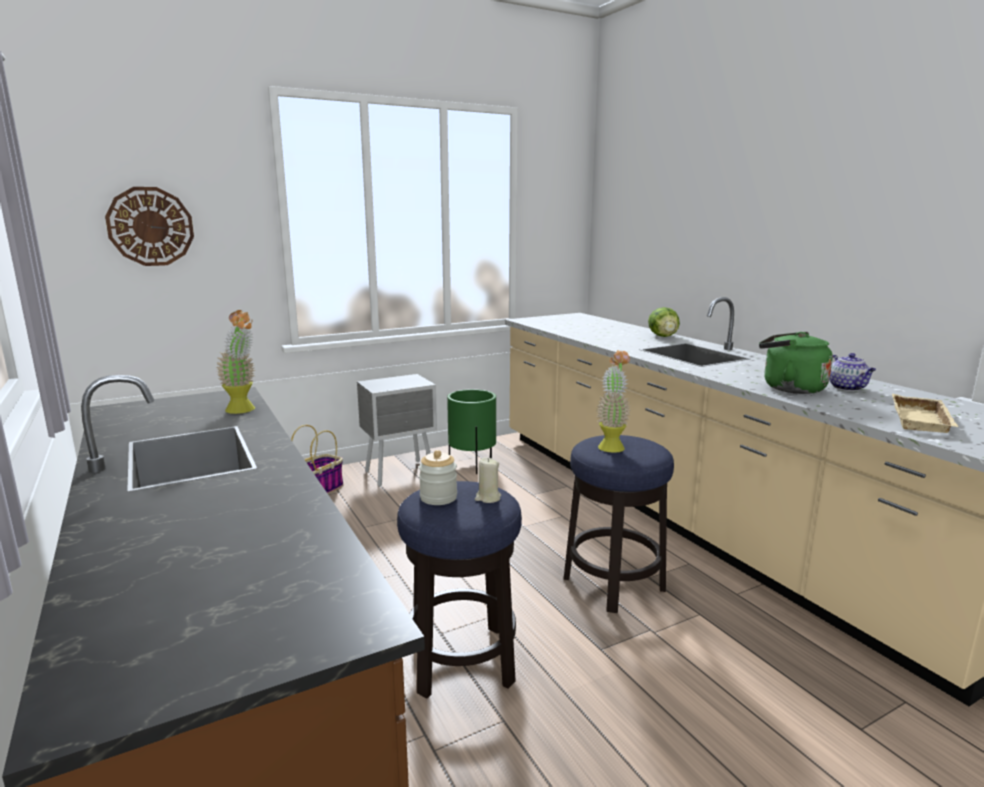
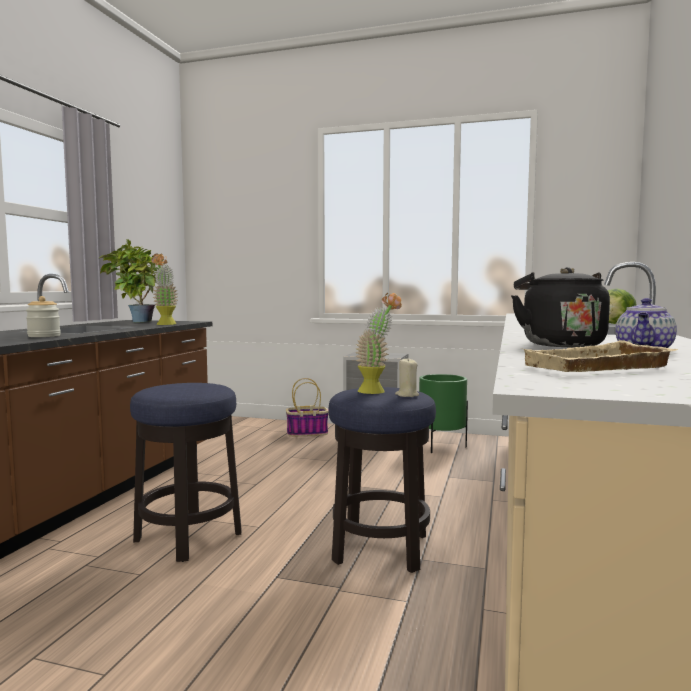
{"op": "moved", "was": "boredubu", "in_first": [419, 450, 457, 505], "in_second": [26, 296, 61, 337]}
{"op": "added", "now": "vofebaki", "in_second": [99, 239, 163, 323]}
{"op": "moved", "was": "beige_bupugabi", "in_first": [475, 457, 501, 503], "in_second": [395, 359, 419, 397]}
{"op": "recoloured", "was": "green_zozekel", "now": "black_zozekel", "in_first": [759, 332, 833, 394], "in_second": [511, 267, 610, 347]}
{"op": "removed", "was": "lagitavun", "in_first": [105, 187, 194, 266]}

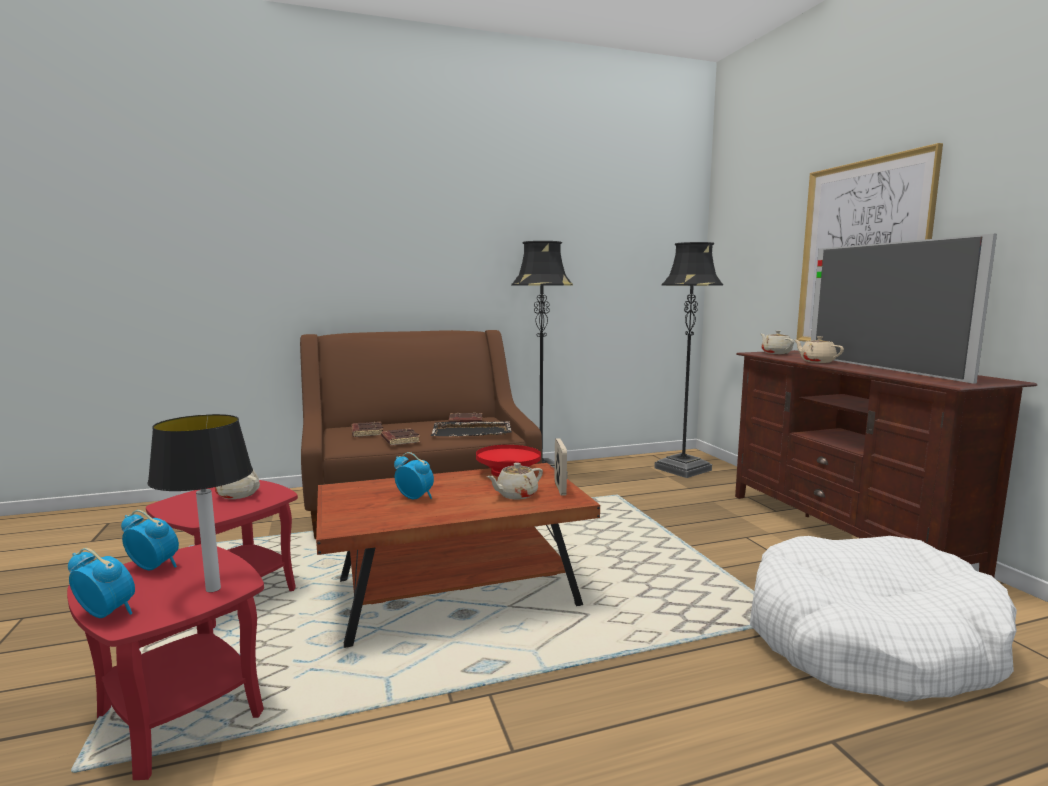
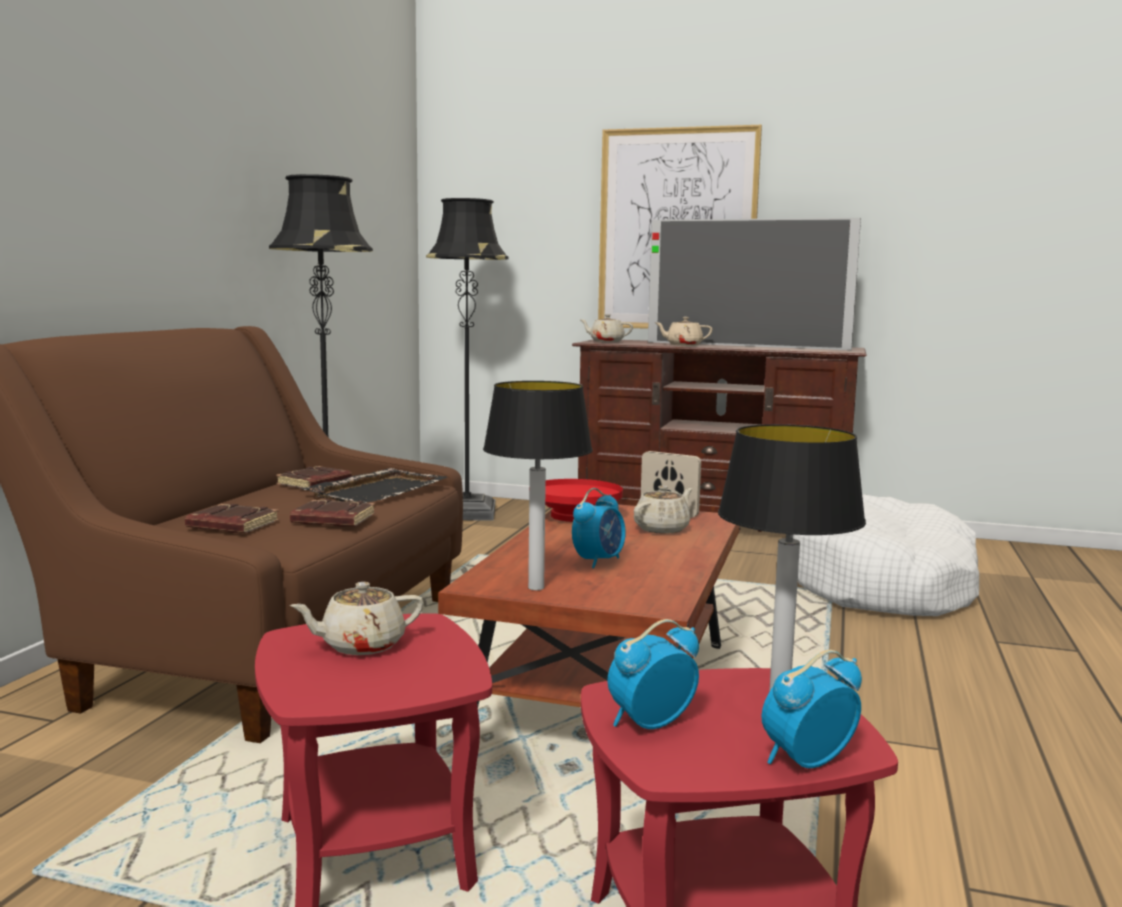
{"op": "added", "now": "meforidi", "in_second": [483, 381, 593, 590]}
{"op": "turned", "was": "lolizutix", "in_first": [394, 452, 434, 499], "in_second": [572, 488, 626, 568], "clockwise": 150}
{"op": "turned", "was": "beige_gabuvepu", "in_first": [487, 463, 543, 499], "in_second": [634, 485, 692, 534], "clockwise": -135}

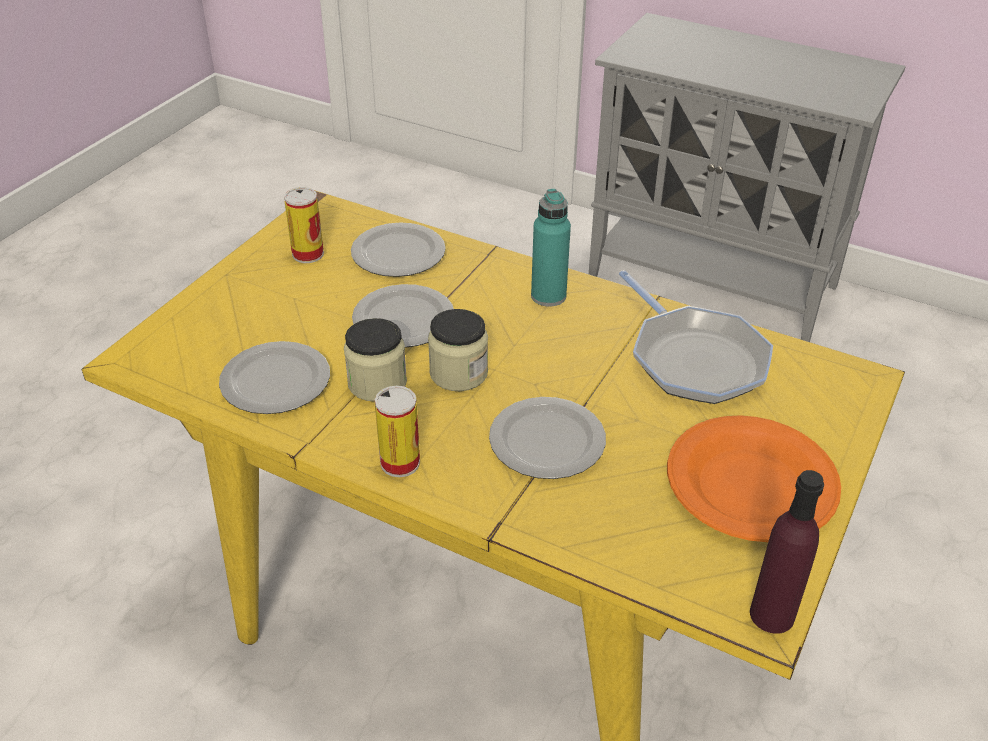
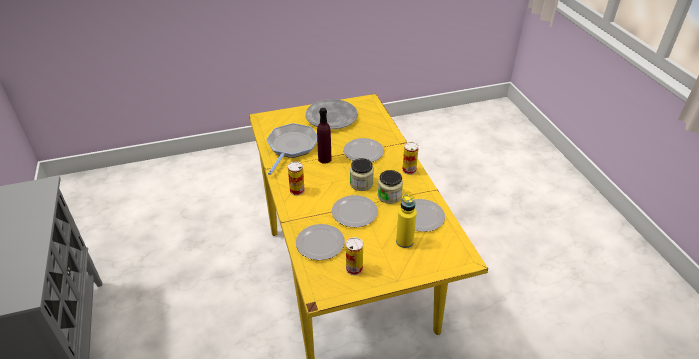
{"op": "replaced", "was": "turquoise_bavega", "now": "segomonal", "in_first": [531, 189, 571, 307], "in_second": [288, 161, 305, 196]}
{"op": "recoloured", "was": "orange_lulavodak", "now": "grey_lulavodak", "in_first": [667, 415, 841, 542], "in_second": [305, 99, 358, 129]}
{"op": "moved", "was": "purple_bavega", "in_first": [750, 470, 824, 634], "in_second": [317, 108, 332, 164]}
{"op": "added", "now": "yellow_bavega", "in_second": [396, 194, 417, 248]}

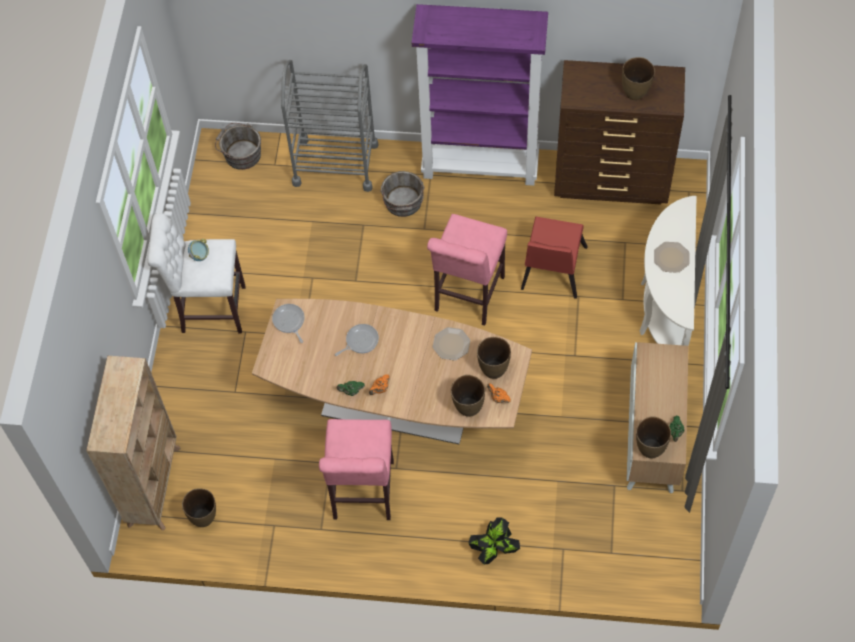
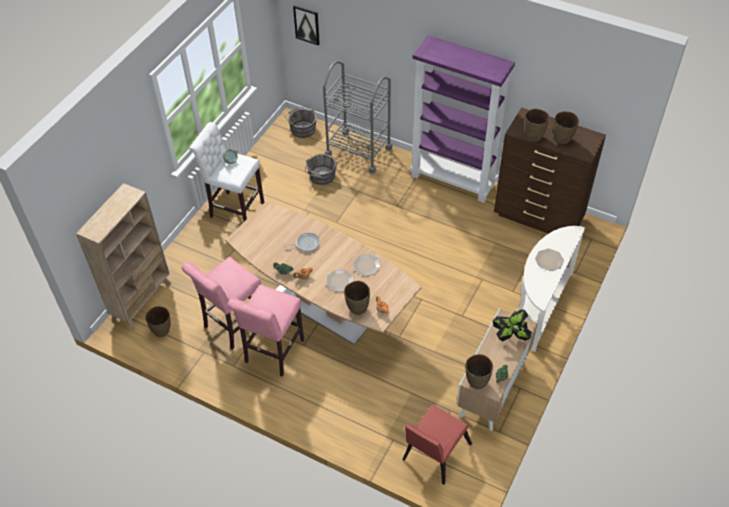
{"op": "moved", "was": "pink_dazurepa", "in_first": [427, 214, 507, 326], "in_second": [182, 257, 261, 349]}
{"op": "added", "now": "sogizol", "in_second": [293, 5, 320, 46]}
{"op": "moved", "was": "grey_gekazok", "in_first": [380, 171, 425, 217], "in_second": [305, 154, 337, 185]}
{"op": "added", "now": "lulavodak", "in_second": [327, 270, 354, 292]}
{"op": "moved", "was": "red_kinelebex", "in_first": [521, 217, 588, 299], "in_second": [402, 404, 472, 485]}
{"op": "moved", "was": "vofebaki", "in_first": [468, 518, 520, 564], "in_second": [493, 310, 532, 341]}
{"op": "moved", "was": "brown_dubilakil", "in_first": [477, 337, 511, 379], "in_second": [524, 108, 549, 142]}
{"op": "removed", "was": "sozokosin", "in_first": [272, 304, 305, 343]}

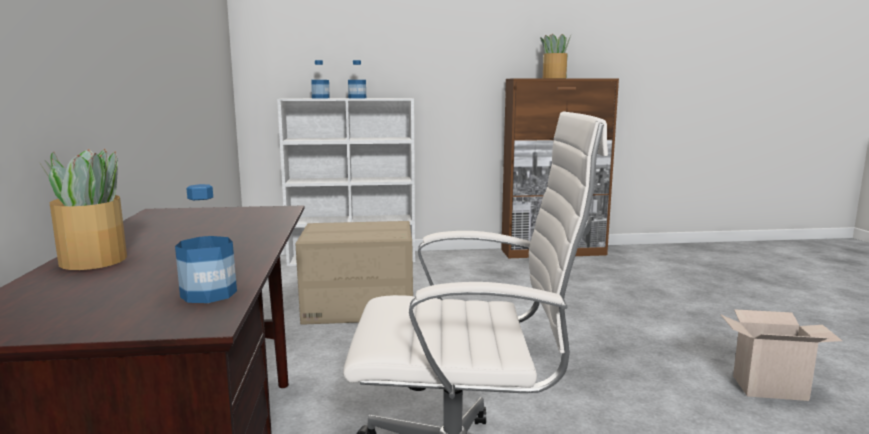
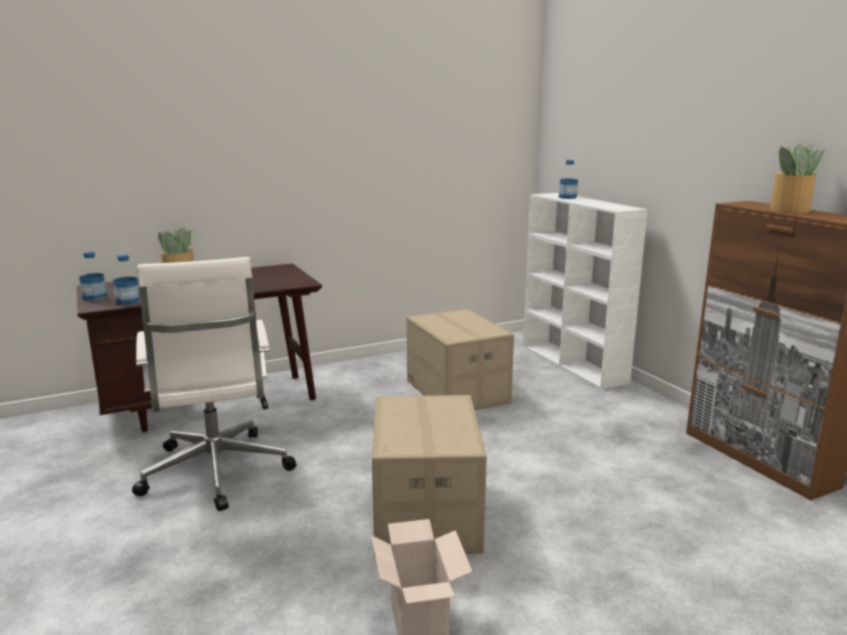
{"op": "moved", "was": "bavega", "in_first": [348, 60, 366, 98], "in_second": [79, 251, 107, 301]}
{"op": "added", "now": "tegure", "in_second": [372, 395, 487, 555]}

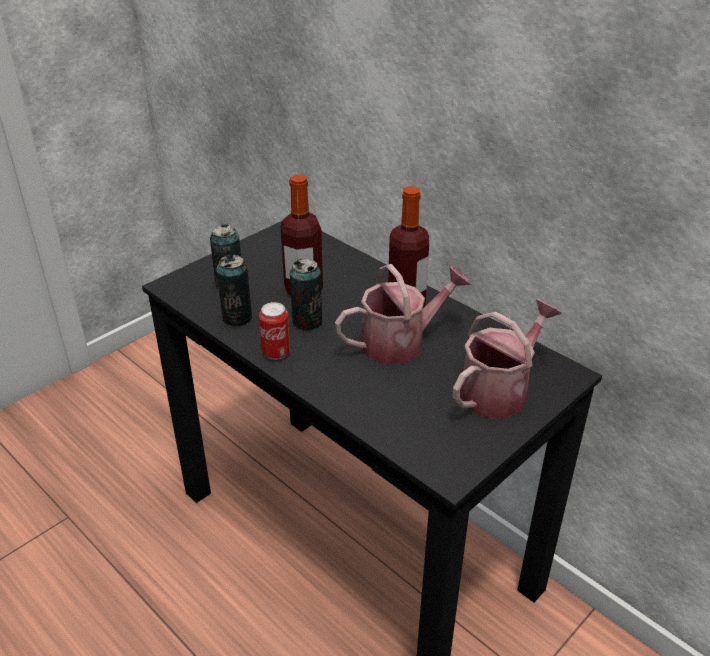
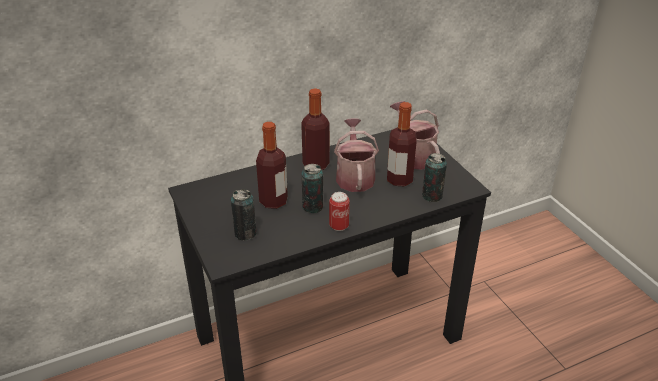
{"op": "added", "now": "bavega", "in_second": [387, 102, 417, 187]}
{"op": "moved", "was": "segomonal", "in_first": [216, 255, 252, 327], "in_second": [422, 153, 447, 202]}

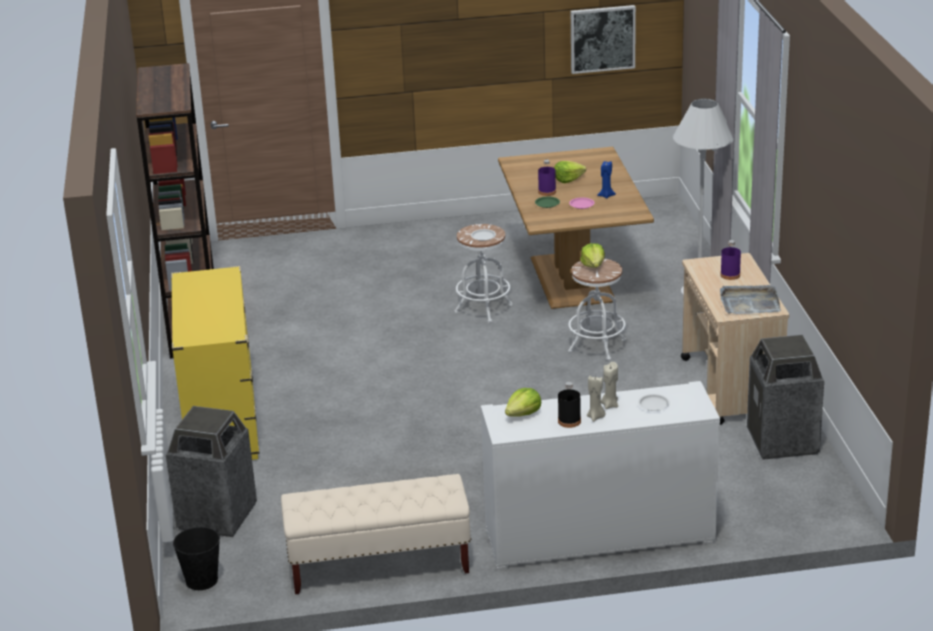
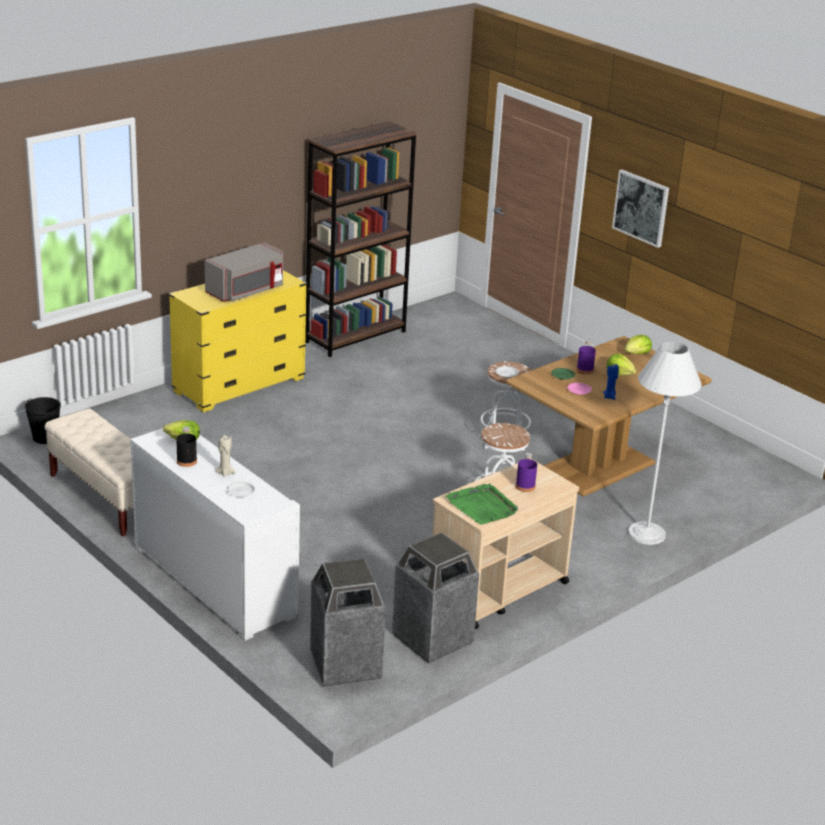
{"op": "added", "now": "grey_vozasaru", "in_second": [205, 242, 283, 302]}
{"op": "moved", "was": "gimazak", "in_first": [166, 406, 257, 537], "in_second": [310, 558, 386, 687]}
{"op": "recoloured", "was": "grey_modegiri", "now": "green_modegiri", "in_first": [720, 285, 781, 314], "in_second": [446, 483, 518, 525]}
{"op": "moved", "was": "sogizol", "in_first": [571, 5, 636, 74], "in_second": [612, 170, 669, 248]}
{"op": "moved", "was": "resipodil", "in_first": [580, 243, 605, 268], "in_second": [624, 335, 652, 354]}
{"op": "removed", "was": "beige_bupugabi", "in_first": [587, 376, 605, 422]}

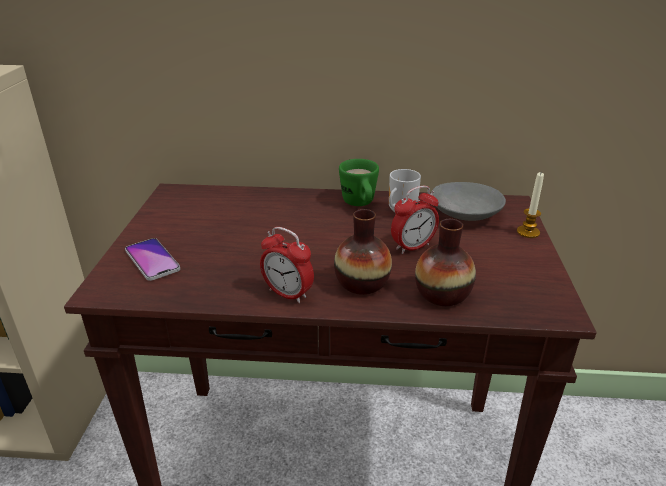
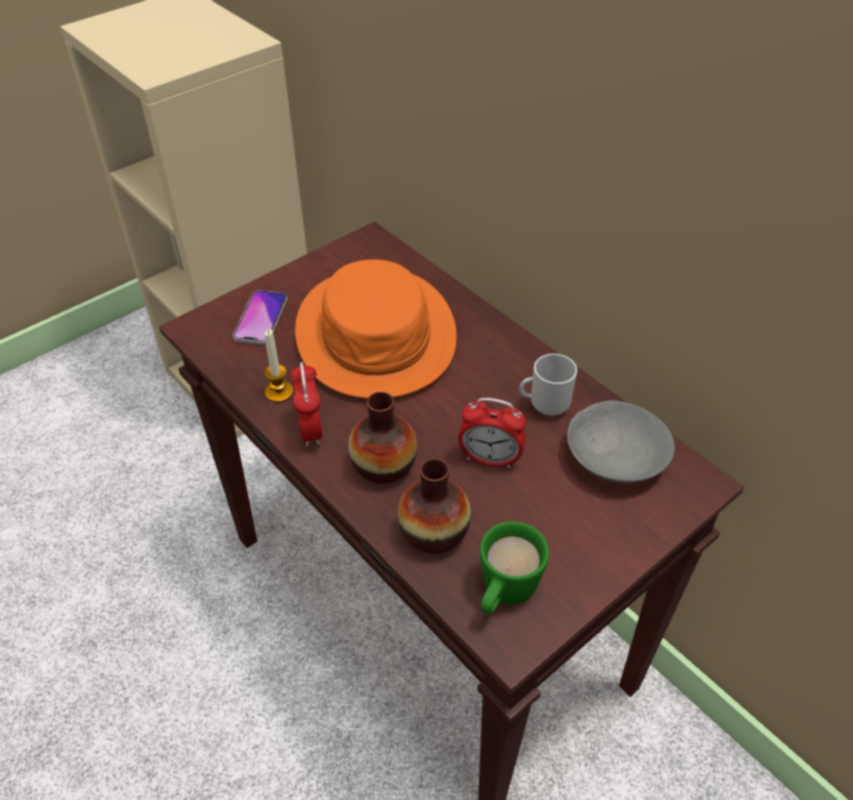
{"op": "moved", "was": "bupugabi", "in_first": [517, 172, 544, 238], "in_second": [264, 329, 293, 402]}
{"op": "added", "now": "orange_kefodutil", "in_second": [295, 259, 457, 399]}
{"op": "moved", "was": "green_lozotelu", "in_first": [339, 159, 379, 206], "in_second": [480, 521, 549, 614]}

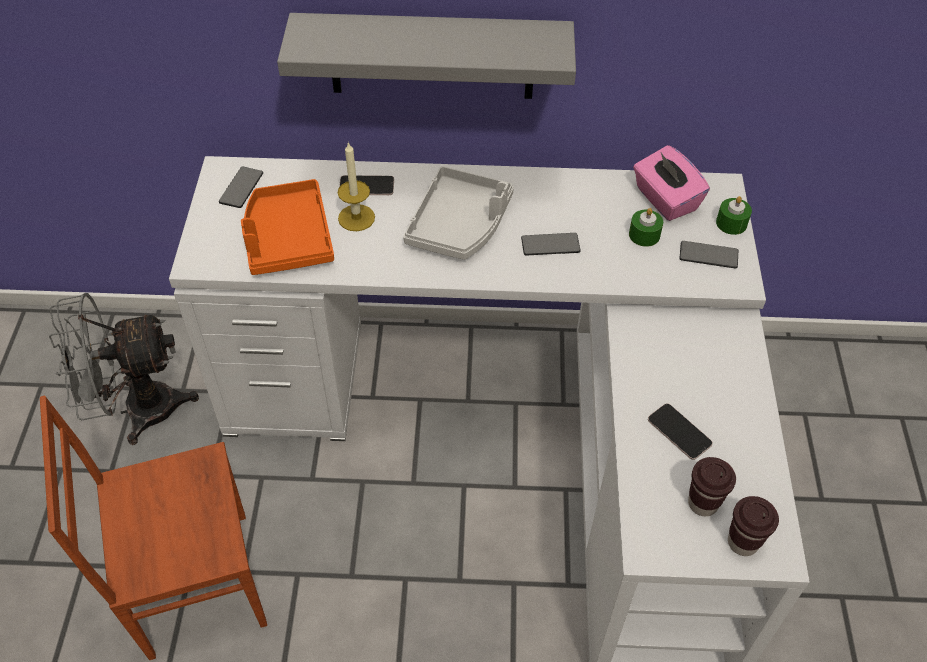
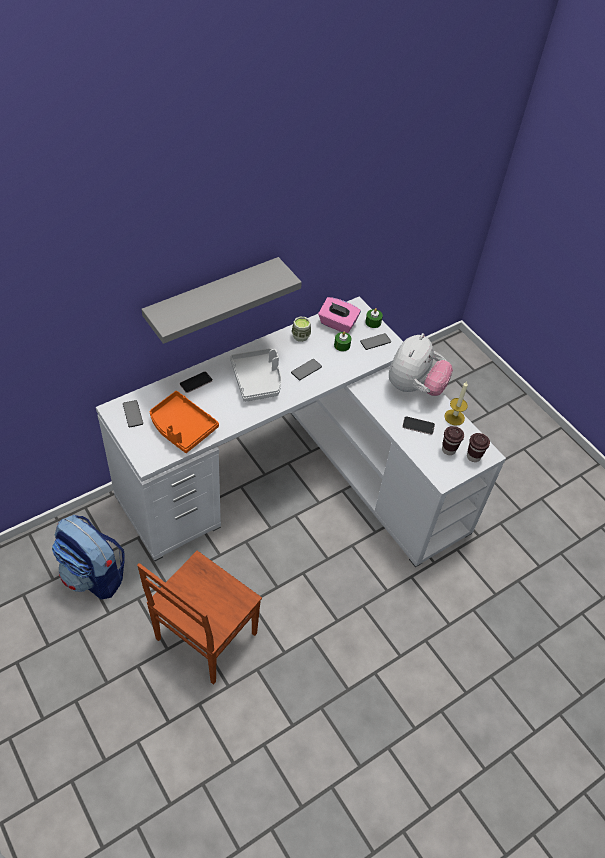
{"op": "replaced", "was": "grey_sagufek", "now": "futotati", "in_first": [49, 293, 199, 445], "in_second": [52, 515, 125, 599]}
{"op": "added", "now": "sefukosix", "in_second": [291, 317, 311, 342]}
{"op": "added", "now": "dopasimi", "in_second": [389, 333, 453, 396]}
{"op": "moved", "was": "bupugabi", "in_first": [338, 142, 375, 231], "in_second": [444, 381, 468, 426]}

